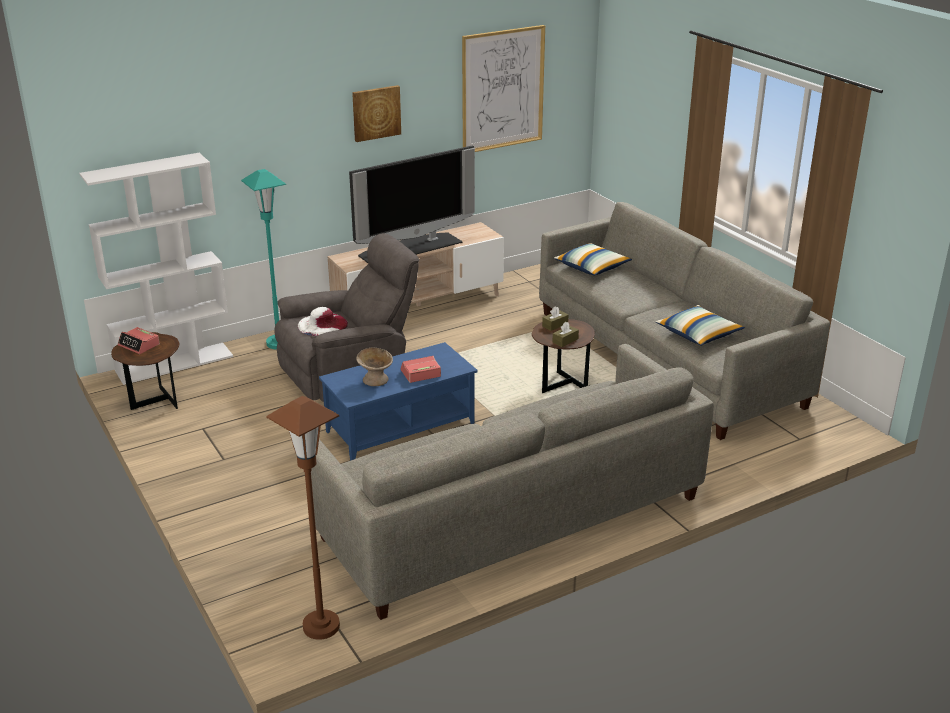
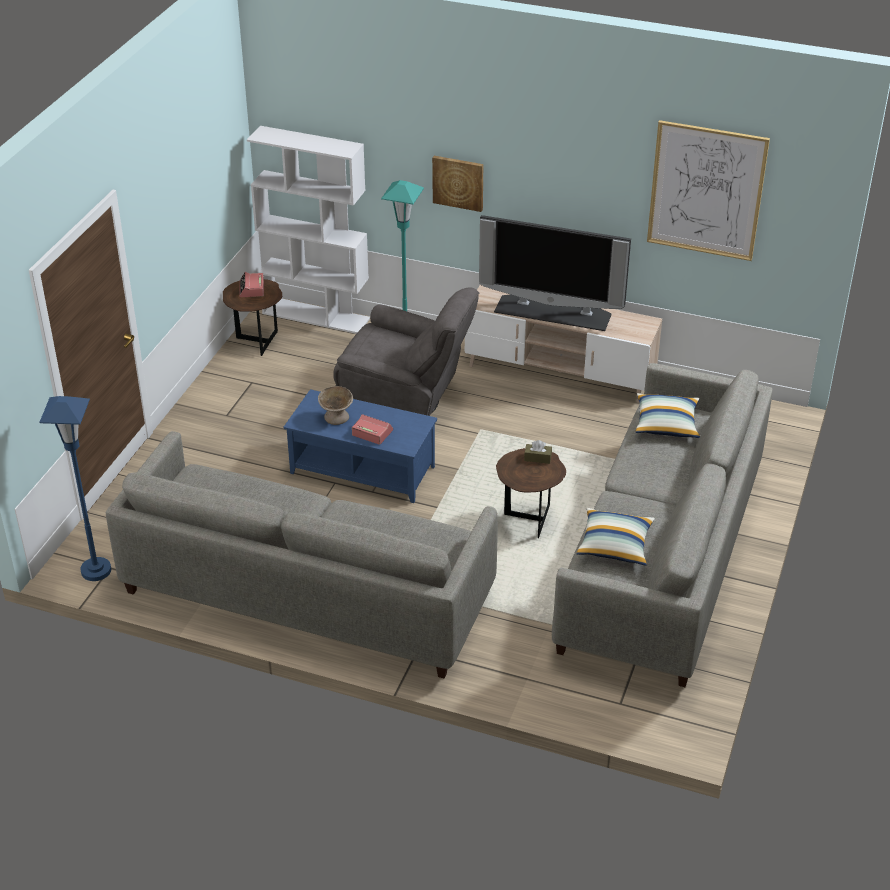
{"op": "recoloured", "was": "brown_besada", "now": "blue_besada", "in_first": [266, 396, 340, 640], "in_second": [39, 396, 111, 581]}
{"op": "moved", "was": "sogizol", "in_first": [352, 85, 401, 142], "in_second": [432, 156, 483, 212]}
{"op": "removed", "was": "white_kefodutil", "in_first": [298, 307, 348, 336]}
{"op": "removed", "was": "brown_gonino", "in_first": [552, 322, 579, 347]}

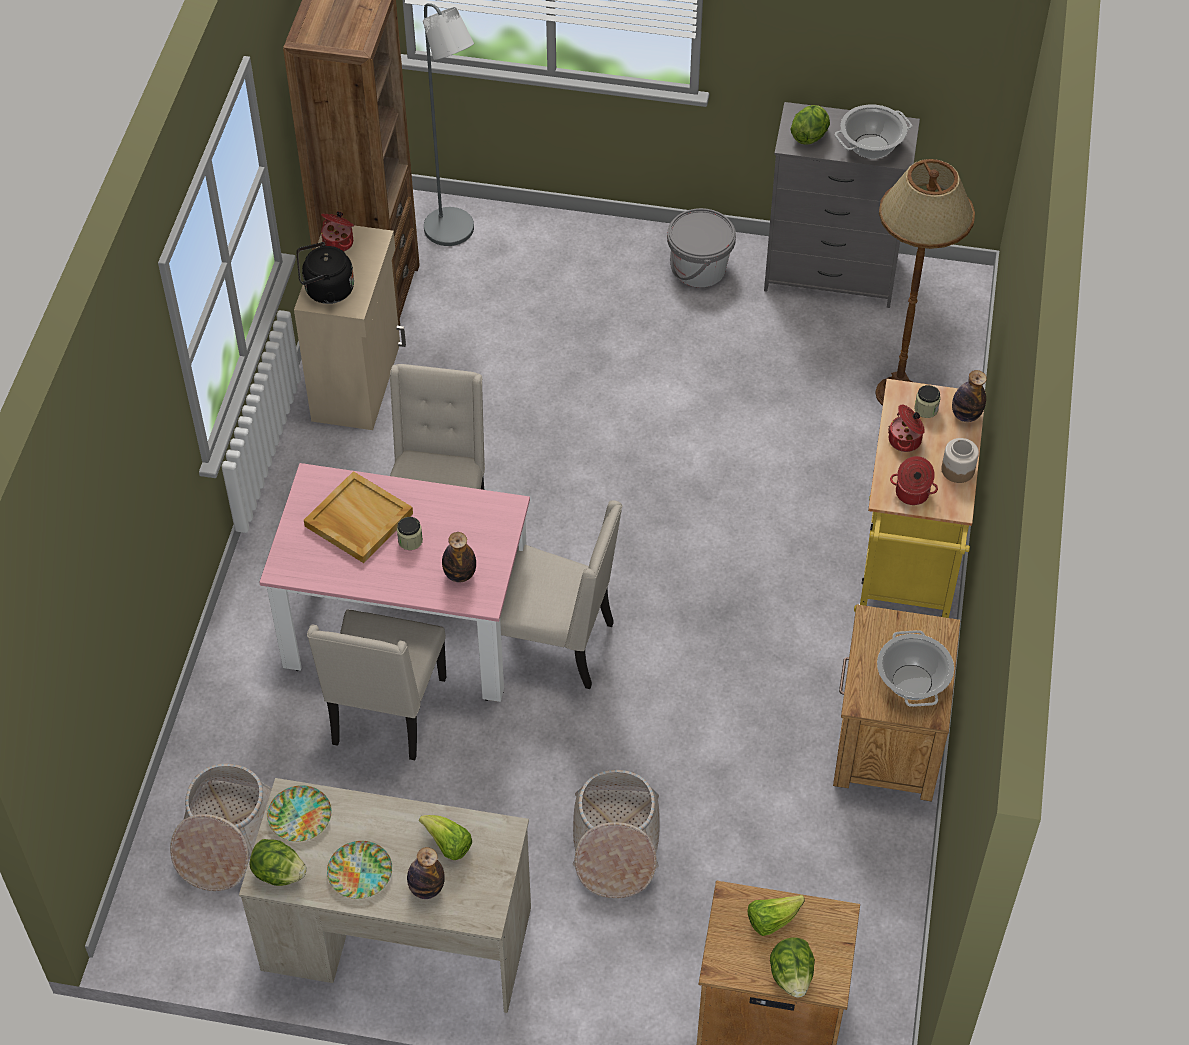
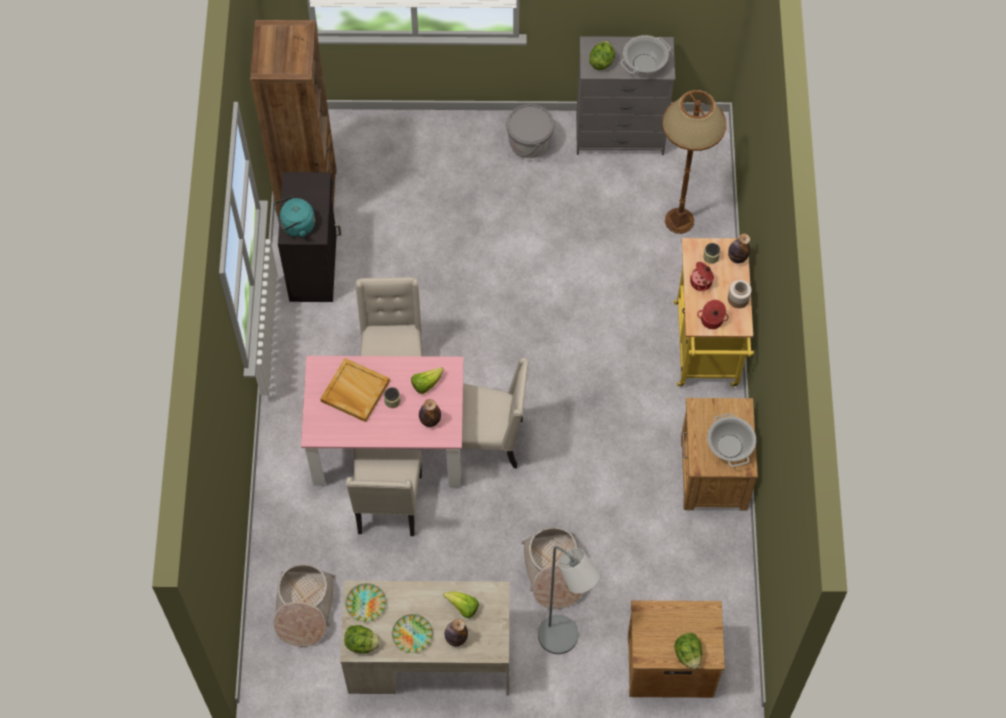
{"op": "recoloured", "was": "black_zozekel", "now": "turquoise_zozekel", "in_first": [296, 242, 354, 304], "in_second": [274, 197, 315, 237]}
{"op": "recoloured", "was": "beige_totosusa", "now": "black_totosusa", "in_first": [294, 222, 406, 430], "in_second": [278, 172, 341, 302]}
{"op": "moved", "was": "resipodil", "in_first": [748, 895, 805, 936], "in_second": [411, 367, 444, 394]}
{"op": "moved", "was": "grey_besada", "in_first": [423, 3, 474, 246], "in_second": [538, 546, 600, 654]}
{"op": "removed", "was": "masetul", "in_first": [321, 211, 354, 252]}

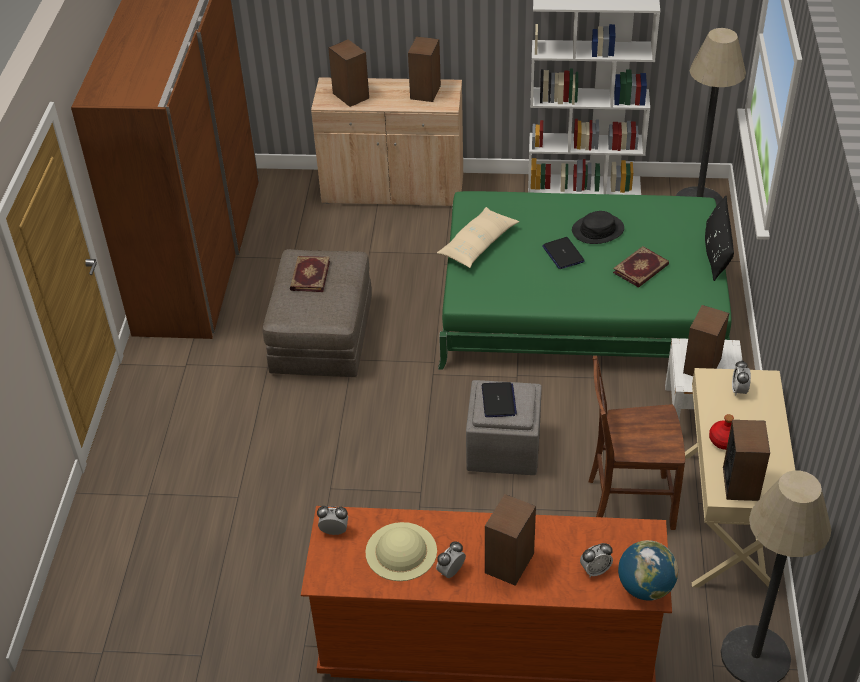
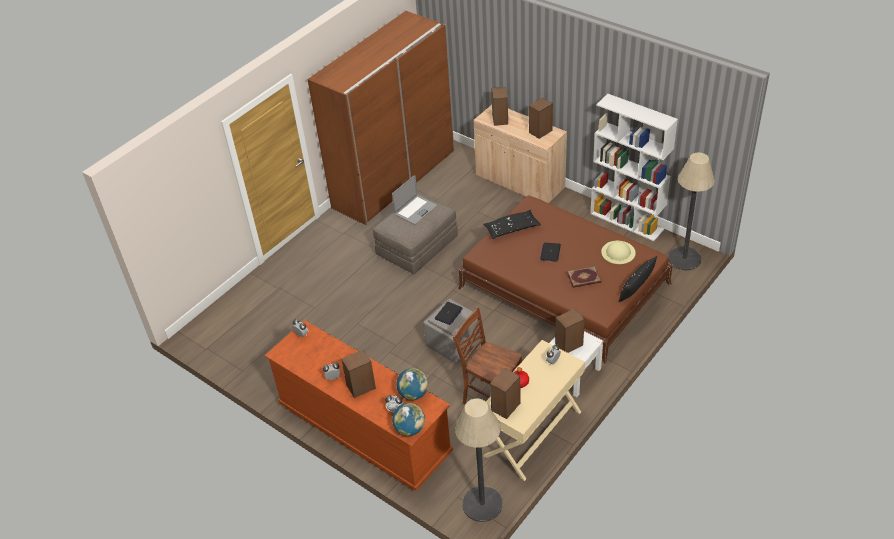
{"op": "replaced", "was": "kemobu", "now": "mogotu", "in_first": [290, 256, 330, 292], "in_second": [392, 175, 437, 224]}
{"op": "added", "now": "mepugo", "in_second": [396, 368, 428, 400]}
{"op": "recoloured", "was": "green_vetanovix", "now": "brown_vetanovix", "in_first": [438, 191, 731, 370], "in_second": [458, 196, 673, 363]}
{"op": "recoloured", "was": "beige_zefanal", "now": "black_zefanal", "in_first": [437, 207, 519, 268], "in_second": [483, 210, 541, 239]}
{"op": "moved", "was": "beige_kefodutil", "in_first": [365, 522, 437, 581], "in_second": [601, 241, 636, 264]}
{"op": "removed", "was": "black_kefodutil", "in_first": [572, 211, 624, 244]}

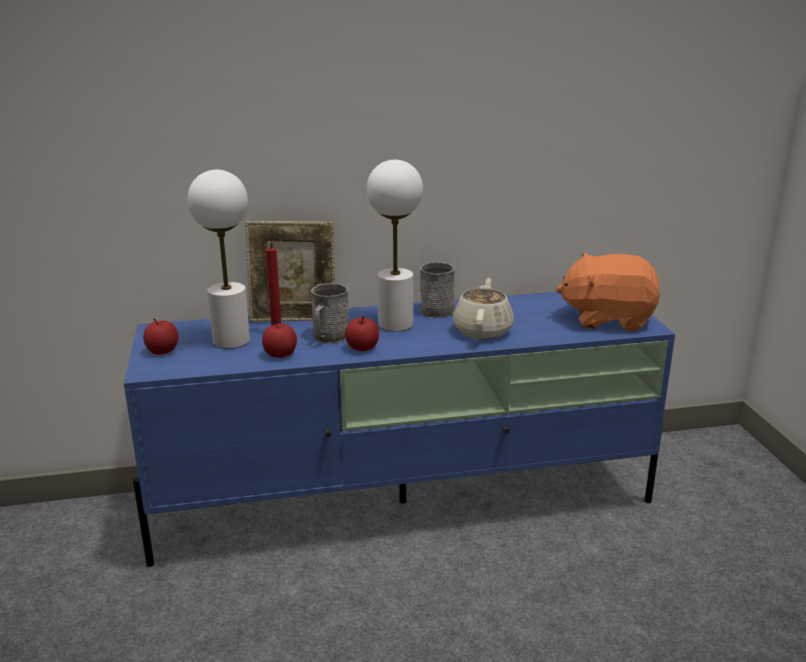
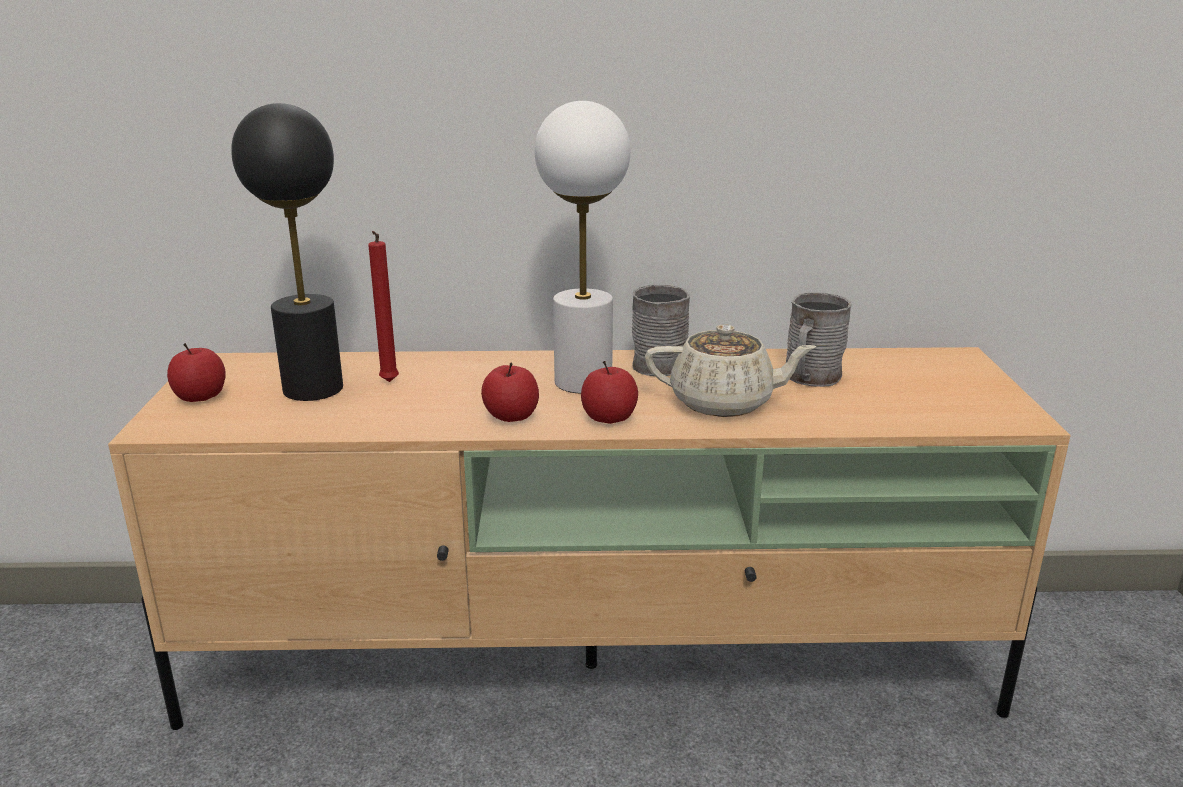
{"op": "recoloured", "was": "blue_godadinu", "now": "beige_godadinu", "in_first": [124, 292, 675, 567], "in_second": [108, 347, 1071, 730]}
{"op": "recoloured", "was": "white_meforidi", "now": "black_meforidi", "in_first": [187, 170, 250, 349], "in_second": [231, 103, 343, 401]}
{"op": "moved", "was": "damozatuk", "in_first": [262, 321, 297, 358], "in_second": [581, 361, 638, 424]}
{"op": "turned", "was": "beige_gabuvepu", "in_first": [453, 278, 514, 339], "in_second": [645, 324, 817, 417], "clockwise": 75}
{"op": "moved", "was": "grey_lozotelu", "in_first": [311, 283, 349, 343], "in_second": [786, 292, 852, 387]}
{"op": "removed", "was": "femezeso", "in_first": [245, 221, 335, 322]}
{"op": "removed", "was": "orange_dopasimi", "in_first": [556, 253, 660, 331]}

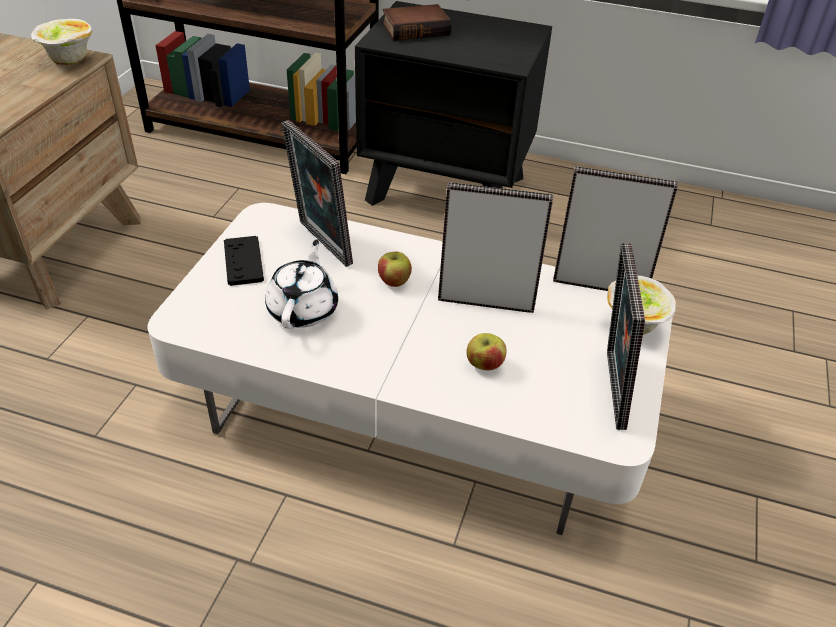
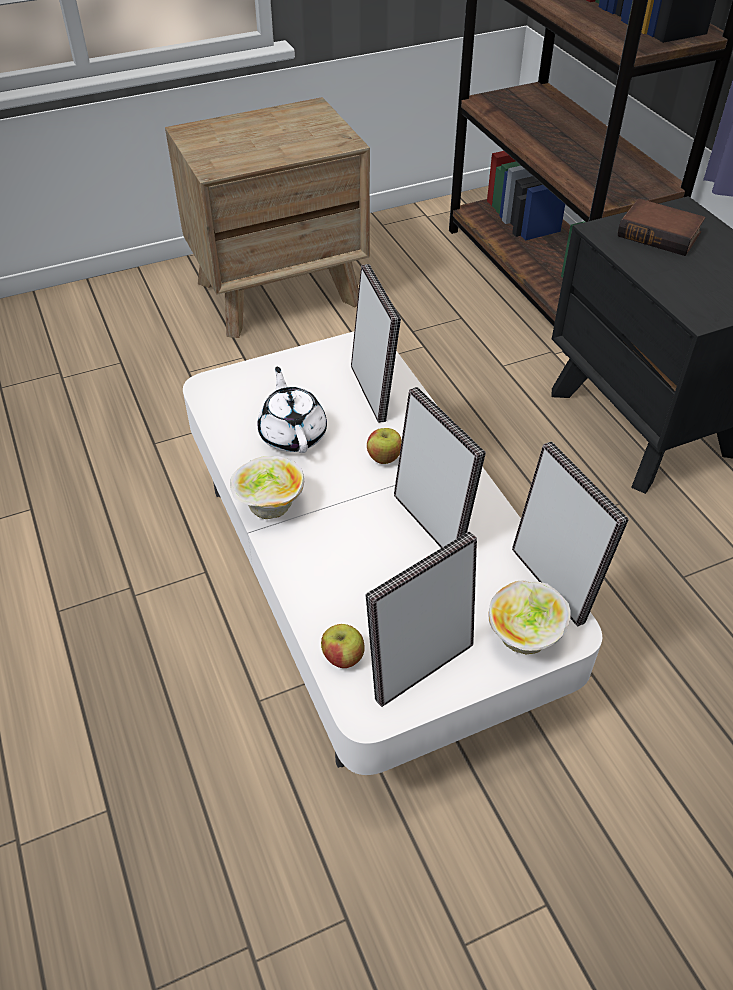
{"op": "moved", "was": "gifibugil", "in_first": [31, 19, 92, 65], "in_second": [230, 456, 304, 519]}
{"op": "turned", "was": "white_gabuvepu", "in_first": [265, 239, 338, 329], "in_second": [258, 367, 327, 453], "clockwise": -75}
{"op": "moved", "was": "damozatuk", "in_first": [466, 333, 507, 370], "in_second": [321, 624, 365, 668]}
{"op": "turned", "was": "femezeso", "in_first": [281, 120, 353, 267], "in_second": [351, 264, 401, 423], "clockwise": 150}
{"op": "removed", "was": "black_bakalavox", "in_first": [224, 236, 264, 286]}

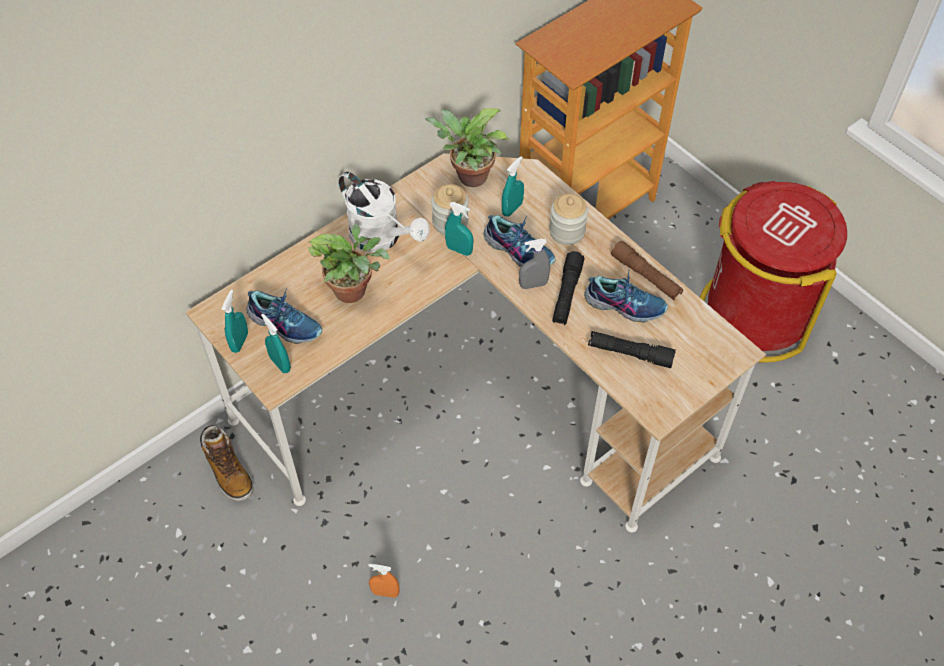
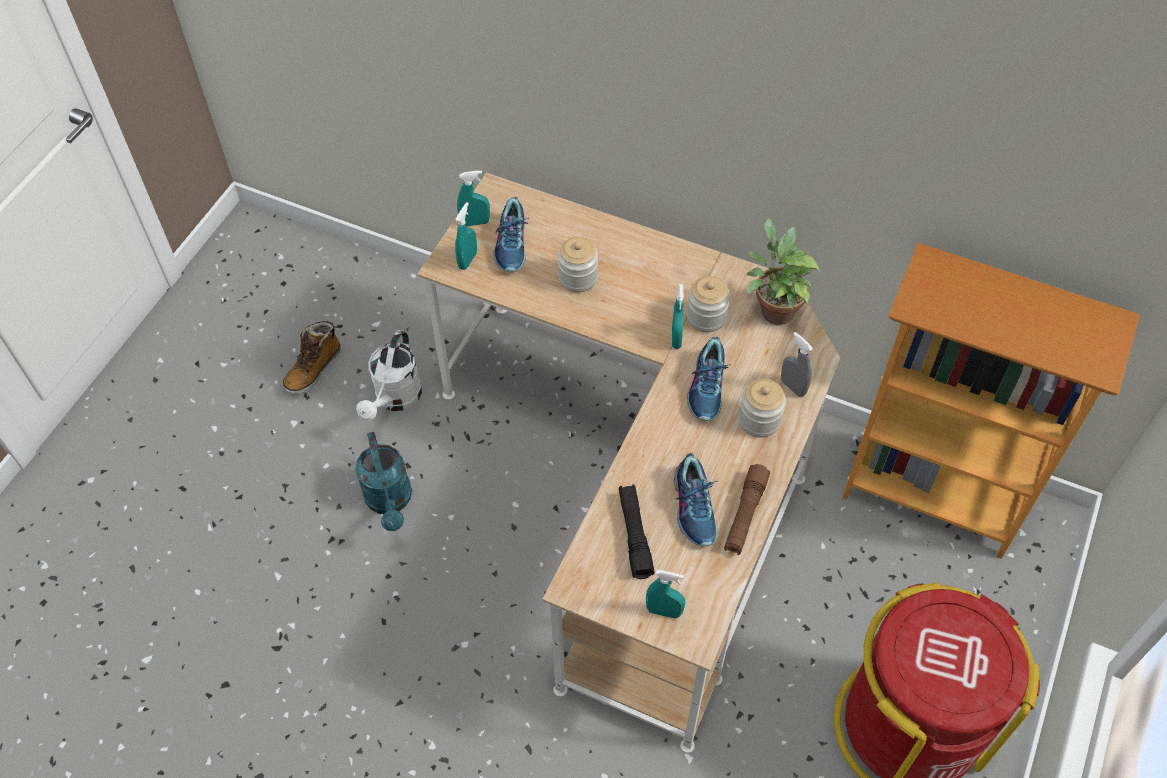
{"op": "moved", "was": "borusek", "in_first": [200, 425, 253, 501], "in_second": [283, 321, 341, 395]}
{"op": "replaced", "was": "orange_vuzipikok", "now": "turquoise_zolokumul", "in_first": [369, 564, 400, 598], "in_second": [355, 432, 412, 531]}
{"op": "moved", "was": "white_zolokumul", "in_first": [338, 172, 430, 252], "in_second": [356, 330, 422, 421]}
{"op": "replaced", "was": "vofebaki", "now": "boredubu", "in_first": [307, 224, 390, 303], "in_second": [558, 237, 598, 293]}
{"op": "moved", "was": "turquoise_vuzipikok", "in_first": [502, 156, 524, 217], "in_second": [646, 570, 685, 619]}
{"op": "moved", "was": "grey_vuzipikok", "in_first": [519, 239, 550, 289], "in_second": [781, 332, 813, 397]}
{"op": "removed", "was": "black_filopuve", "in_first": [552, 251, 585, 325]}

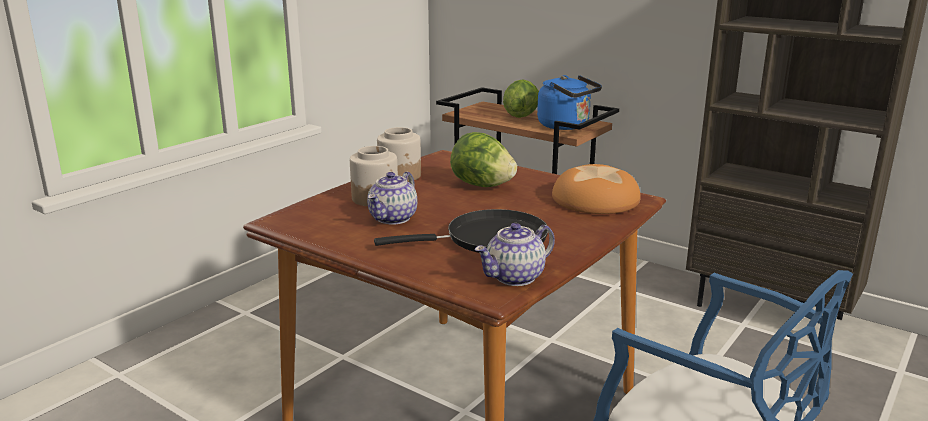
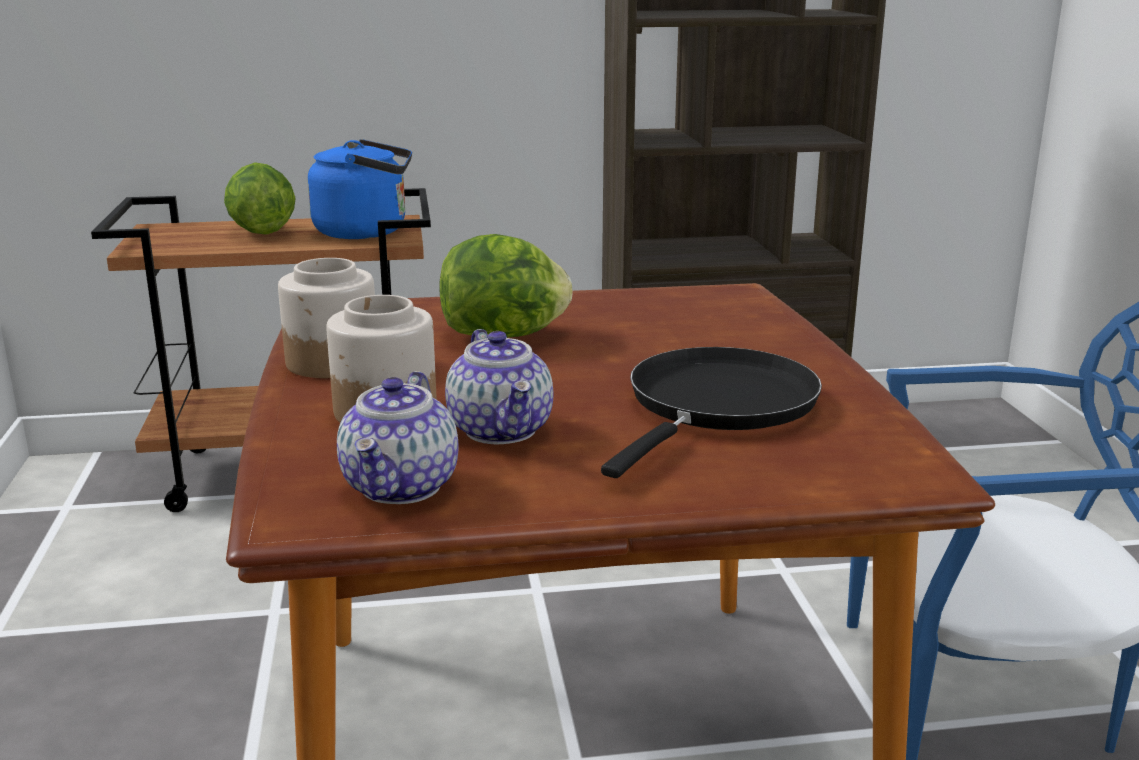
{"op": "moved", "was": "gabuvepu", "in_first": [474, 223, 555, 286], "in_second": [337, 371, 459, 504]}
{"op": "removed", "was": "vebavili", "in_first": [552, 164, 641, 214]}

